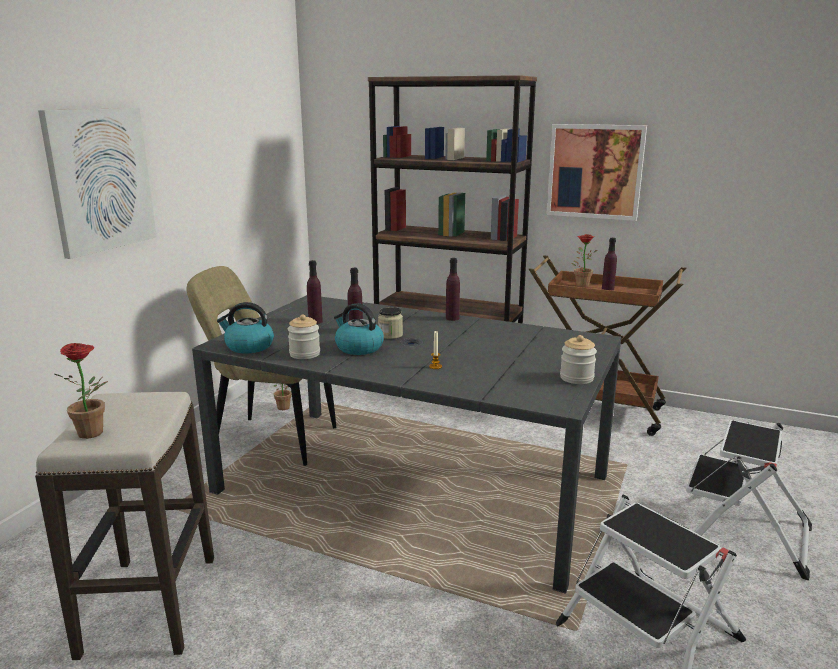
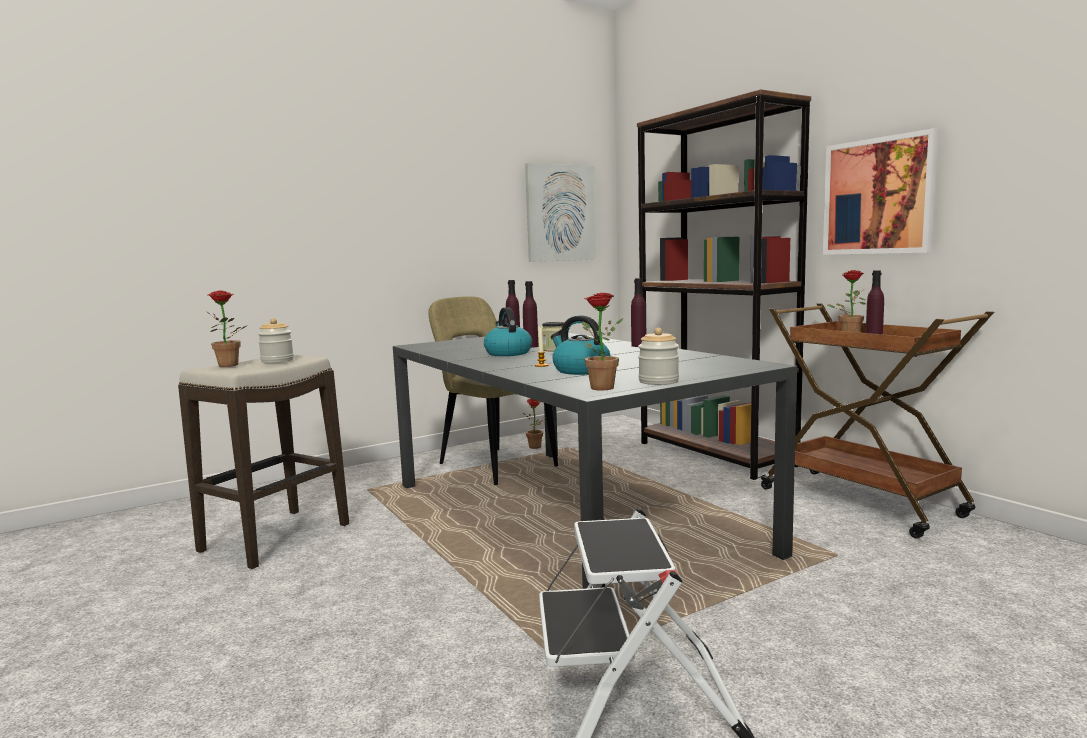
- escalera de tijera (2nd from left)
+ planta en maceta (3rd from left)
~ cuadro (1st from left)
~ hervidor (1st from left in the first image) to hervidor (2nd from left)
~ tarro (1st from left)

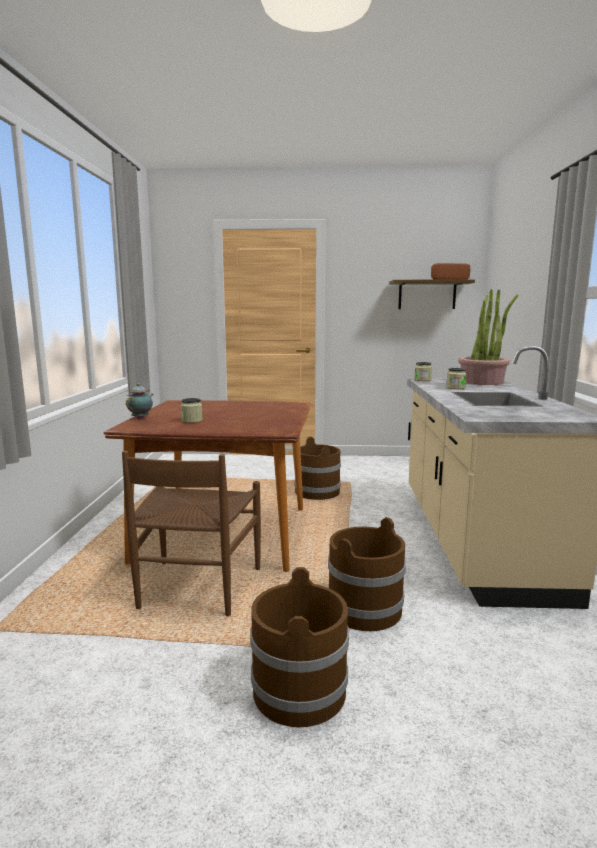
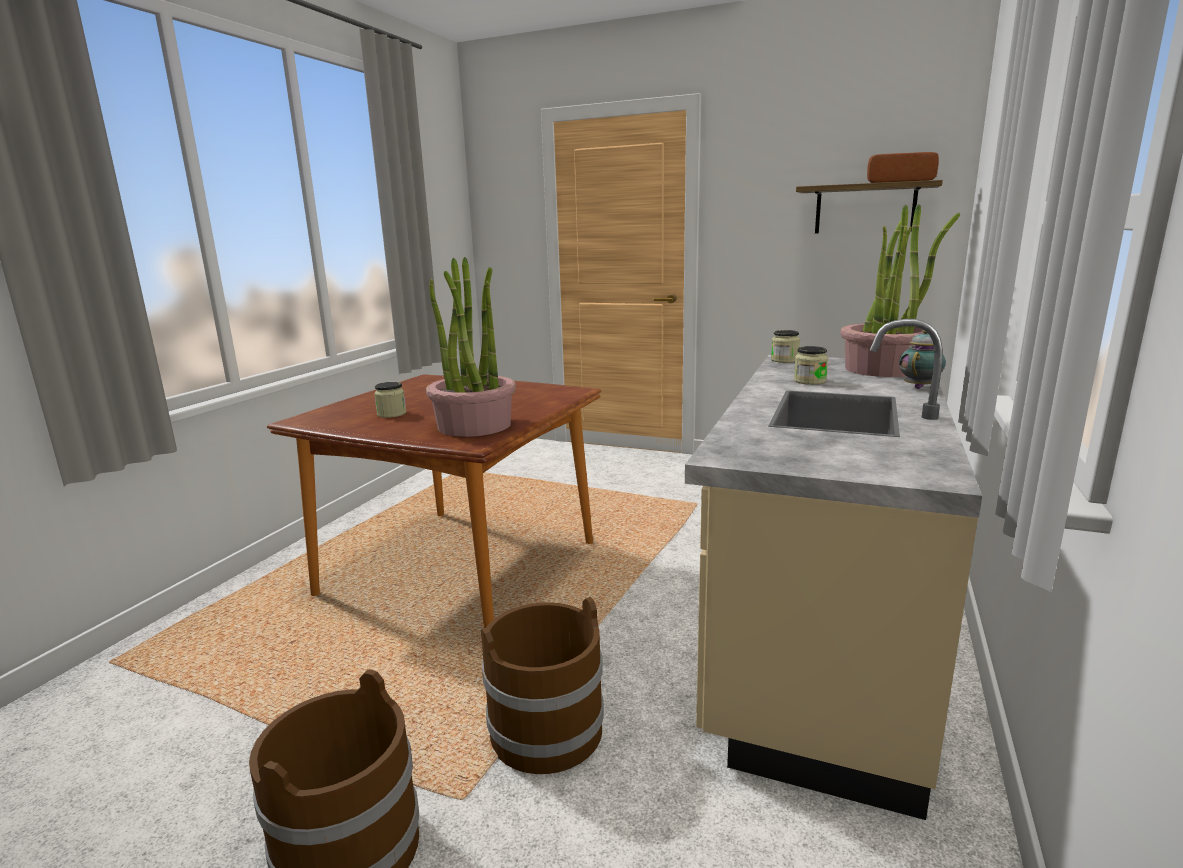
- silla (marrón)
- cubo (marrón) (2nd from left)
+ planta en maceta (1st from left)
~ tetera

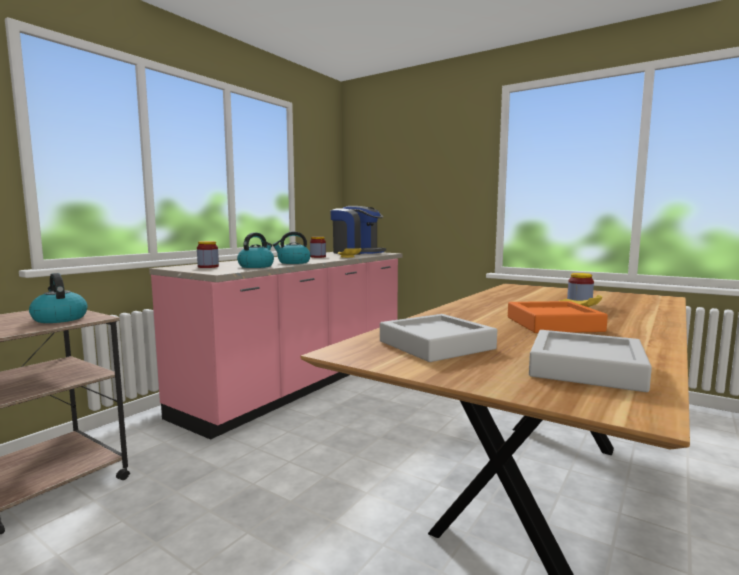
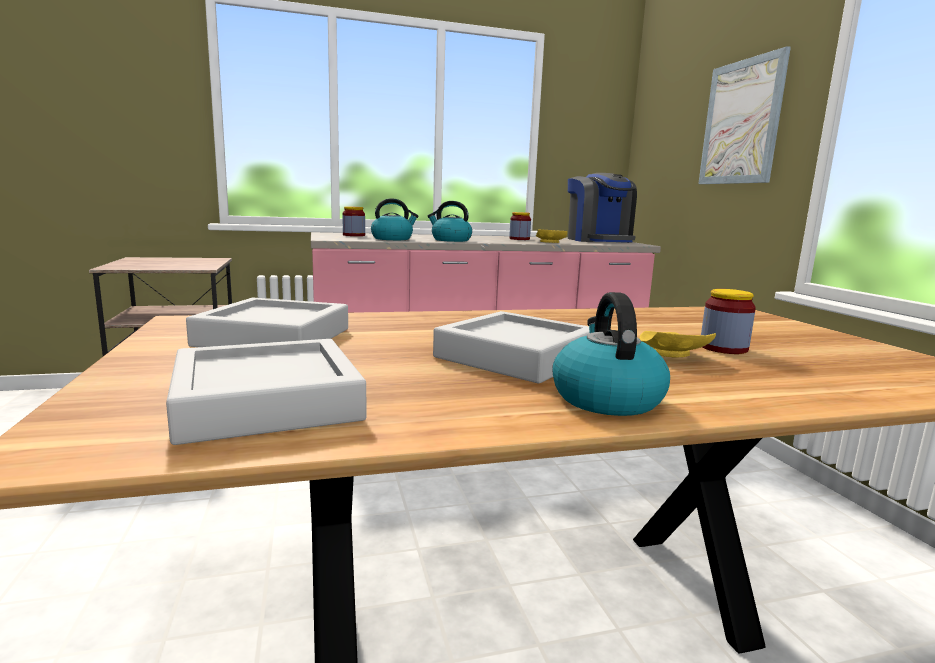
+ cuadro
~ hervidor (1st from left in the first image) to hervidor (3rd from left)
~ bandeja (naranja) to bandeja (gris) (3rd from left)

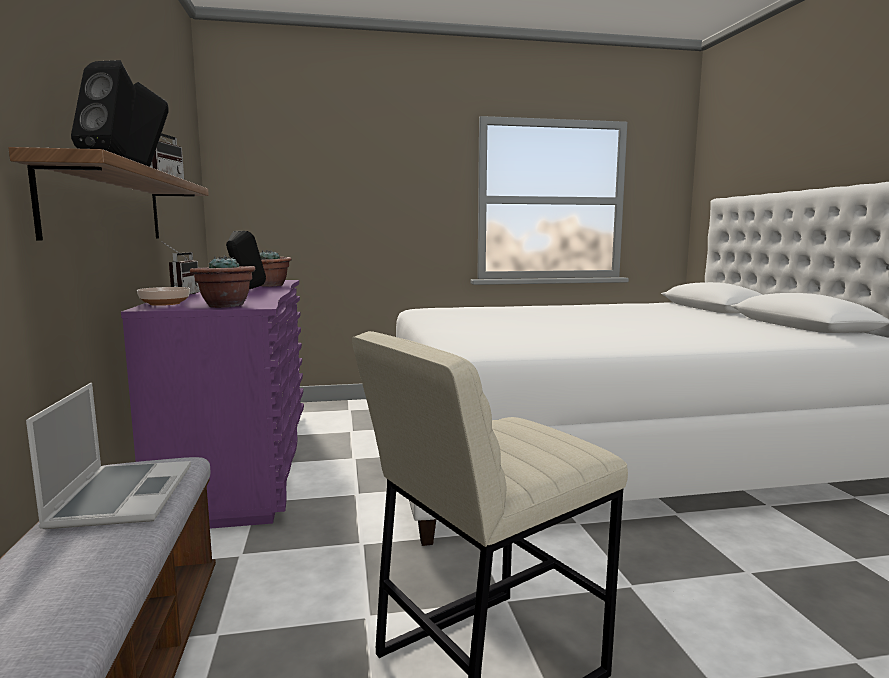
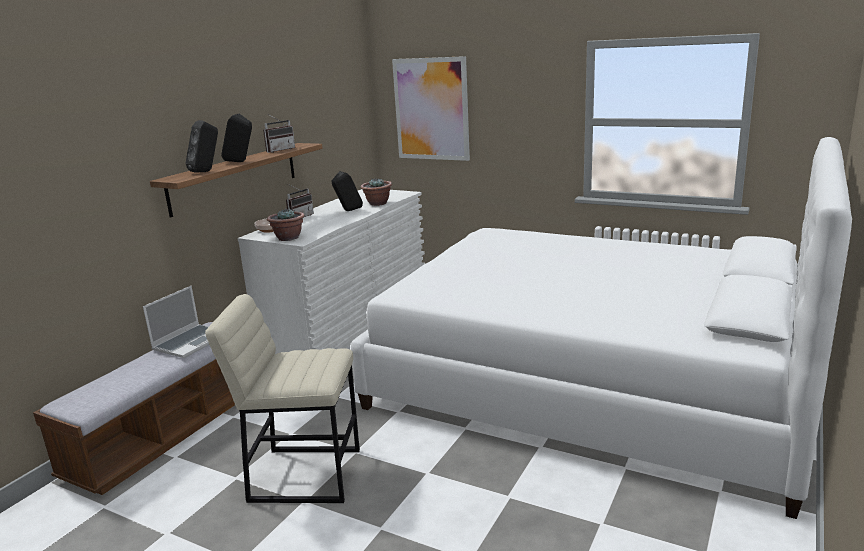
+ cuadro
~ cómoda (morado) to cómoda (blanco)

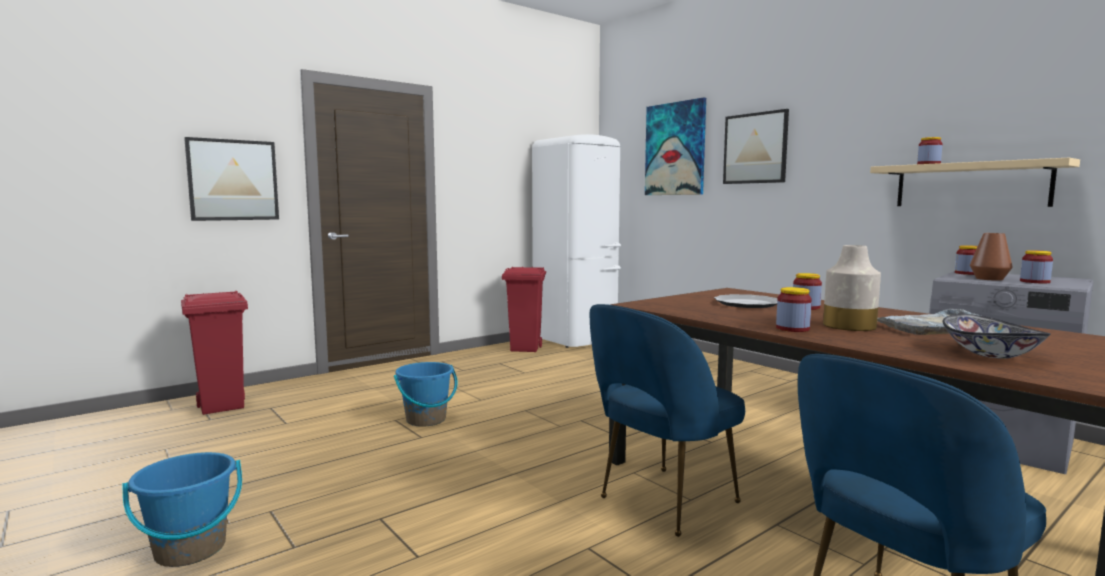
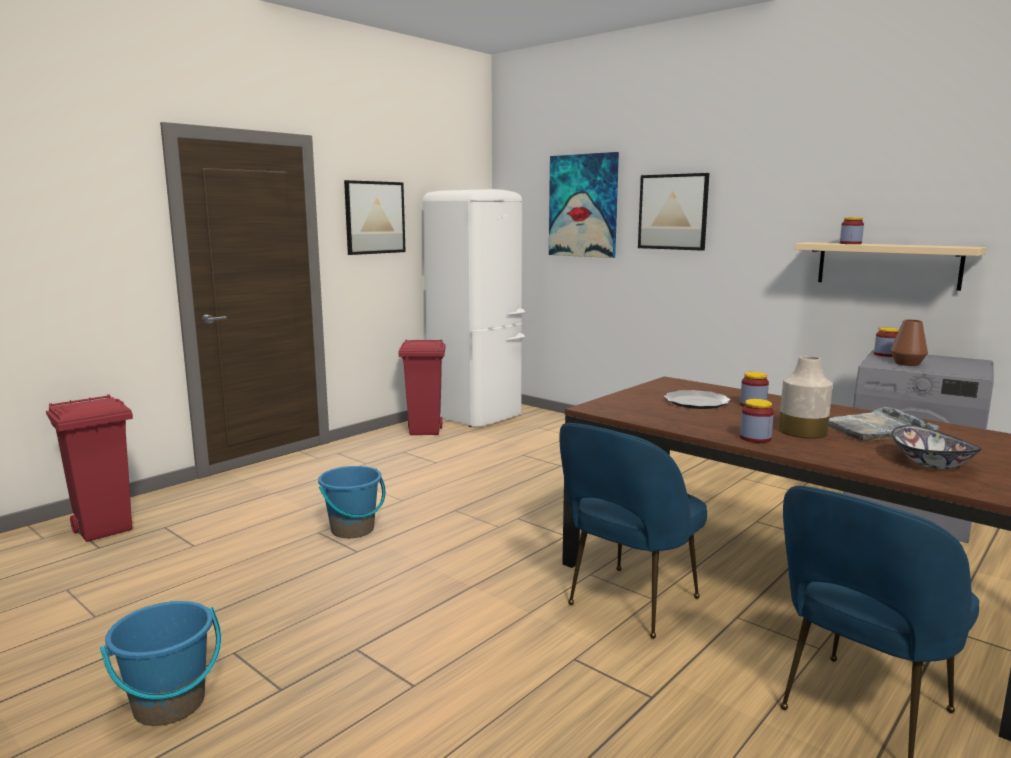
- tarro (5th from left)
~ cuadro (1st from left)

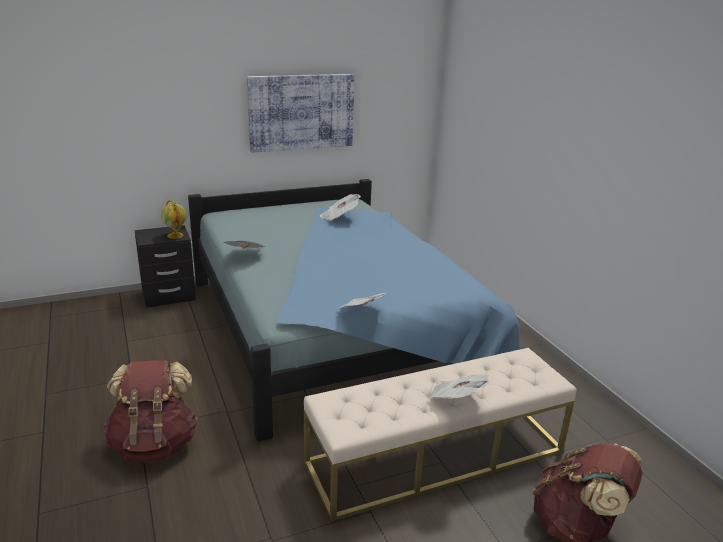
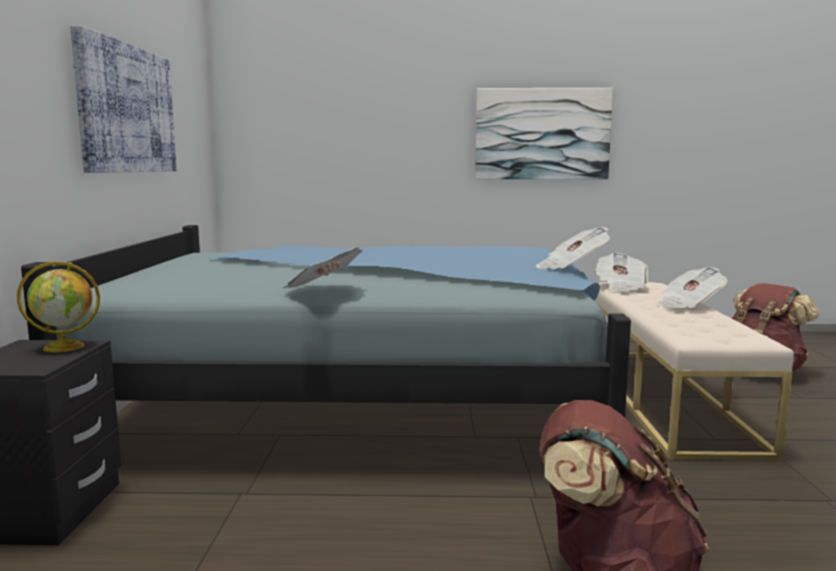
+ cuadro (2nd from left)
~ periódico (2nd from left in the first image) to periódico (3rd from left)

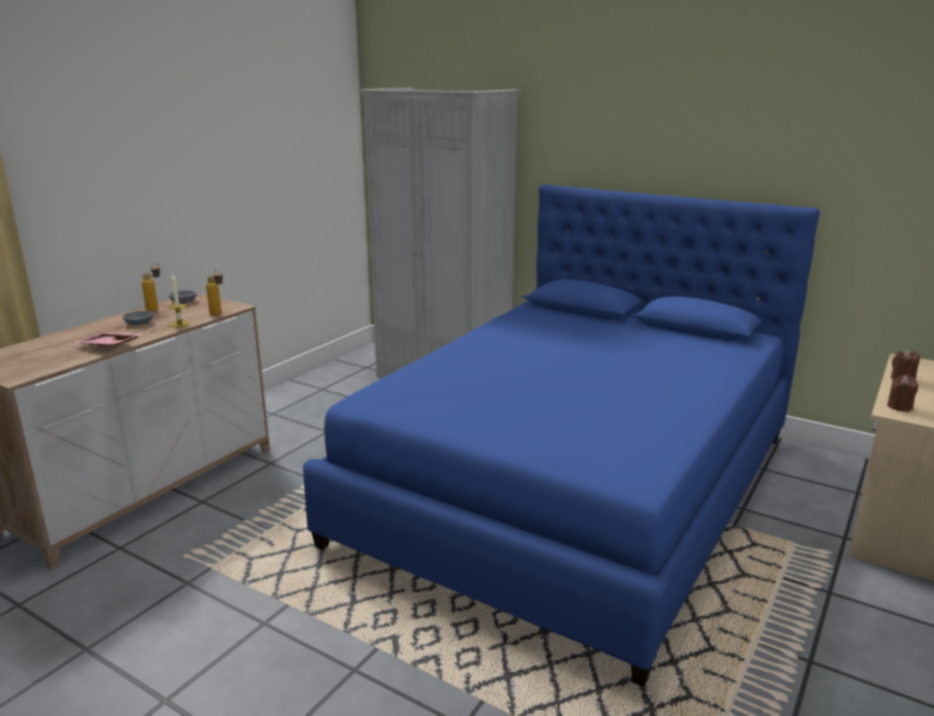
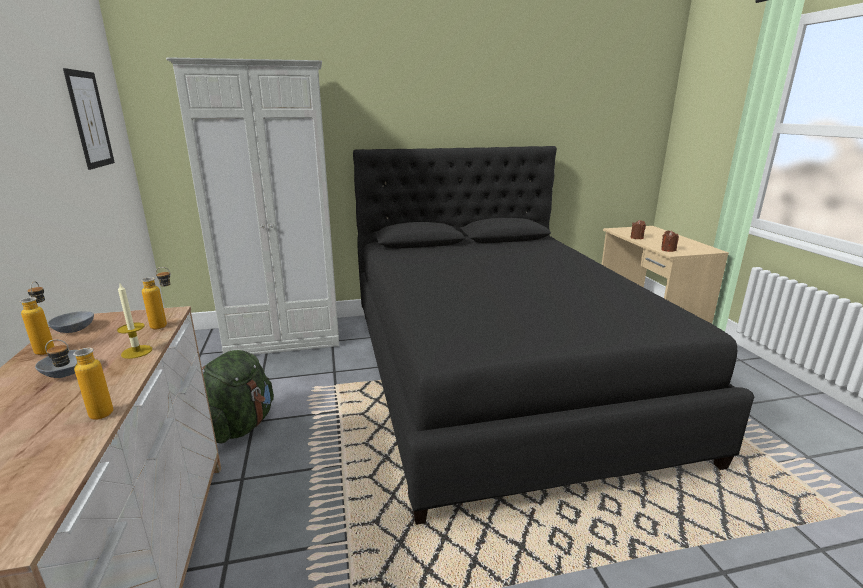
+ cuadro
+ mochila (verde)
~ bandeja (rosa) to botella (2nd from left)
~ cama (azul) to cama (negro)

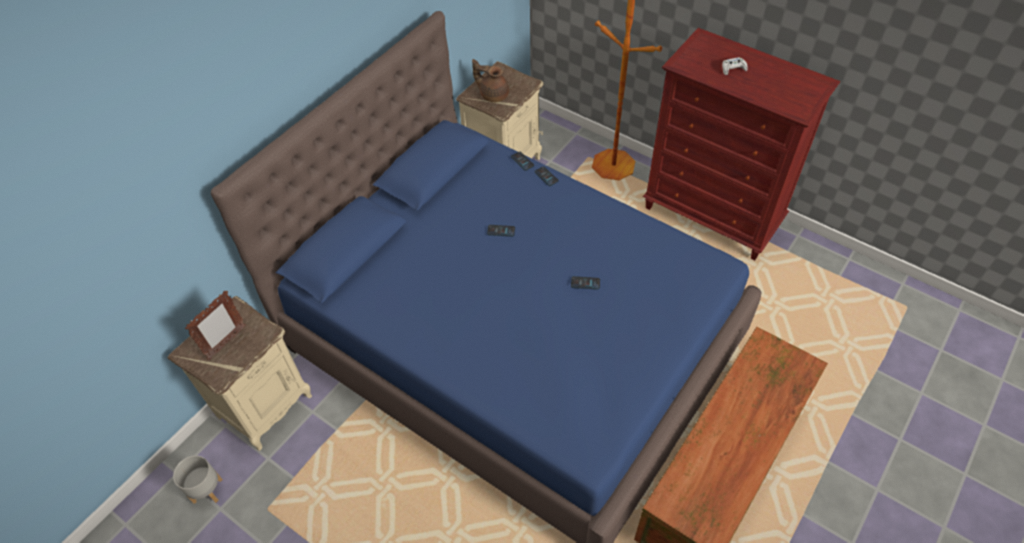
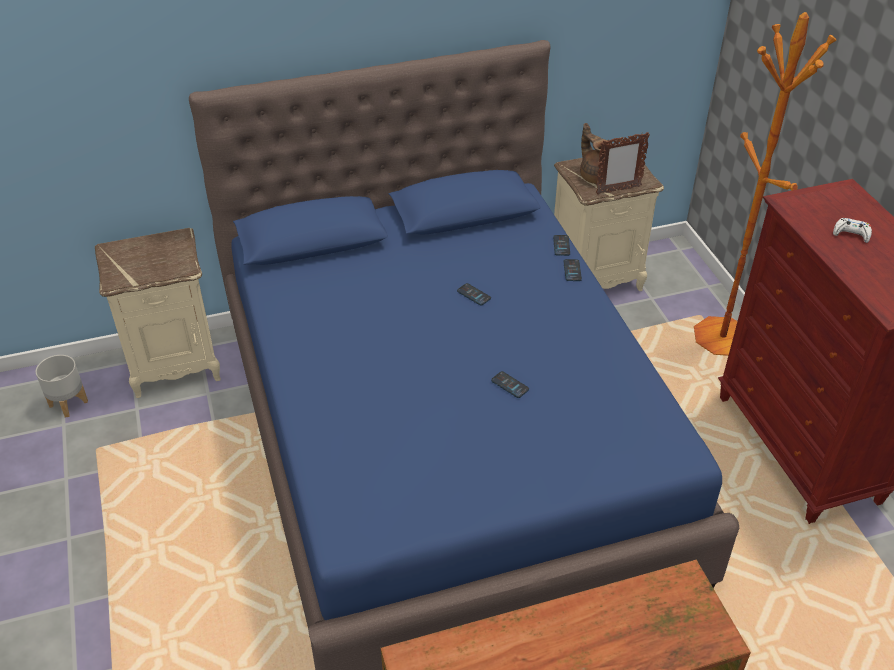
~ portarretratos

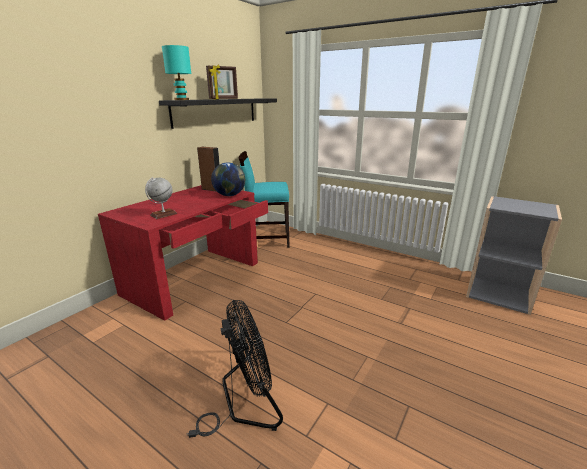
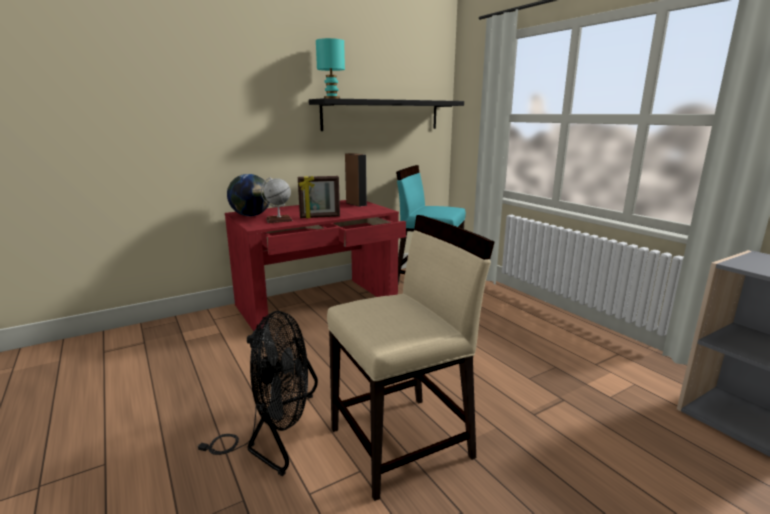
+ silla (beis)
~ portarretratos
~ globo terráqueo (2nd from left in the first image) to globo terráqueo (1st from left)

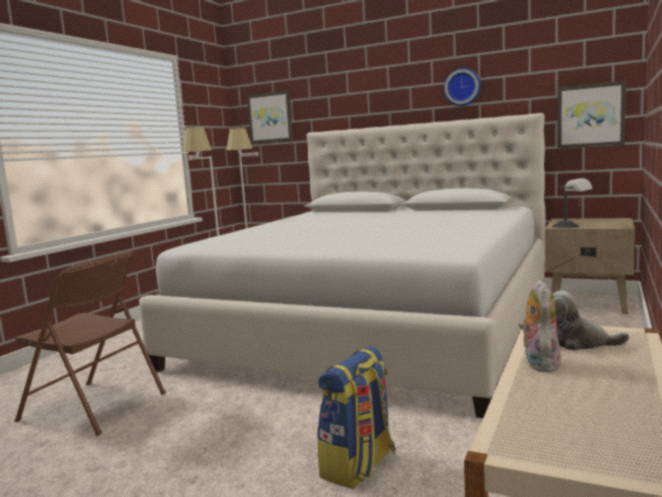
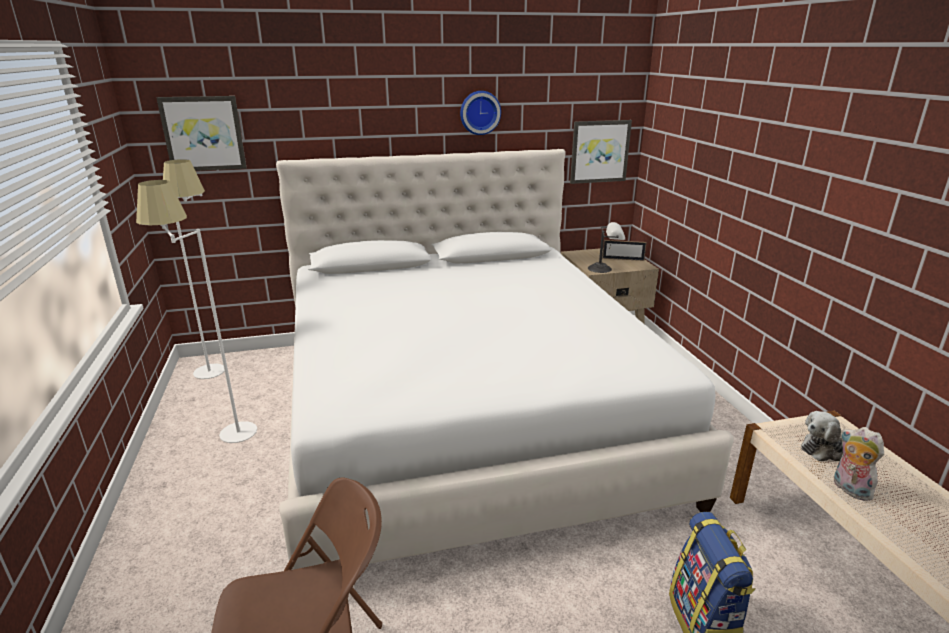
+ portarretratos

